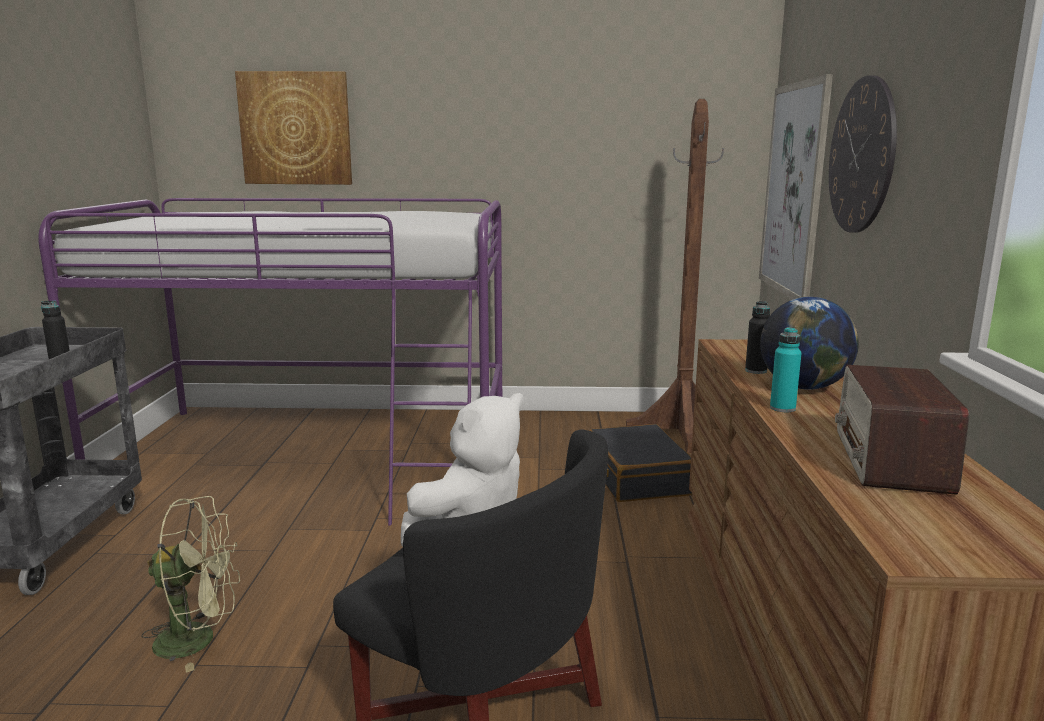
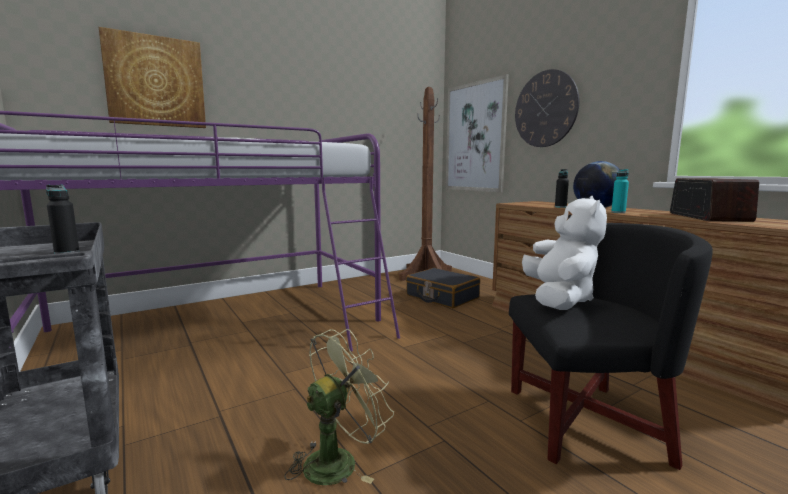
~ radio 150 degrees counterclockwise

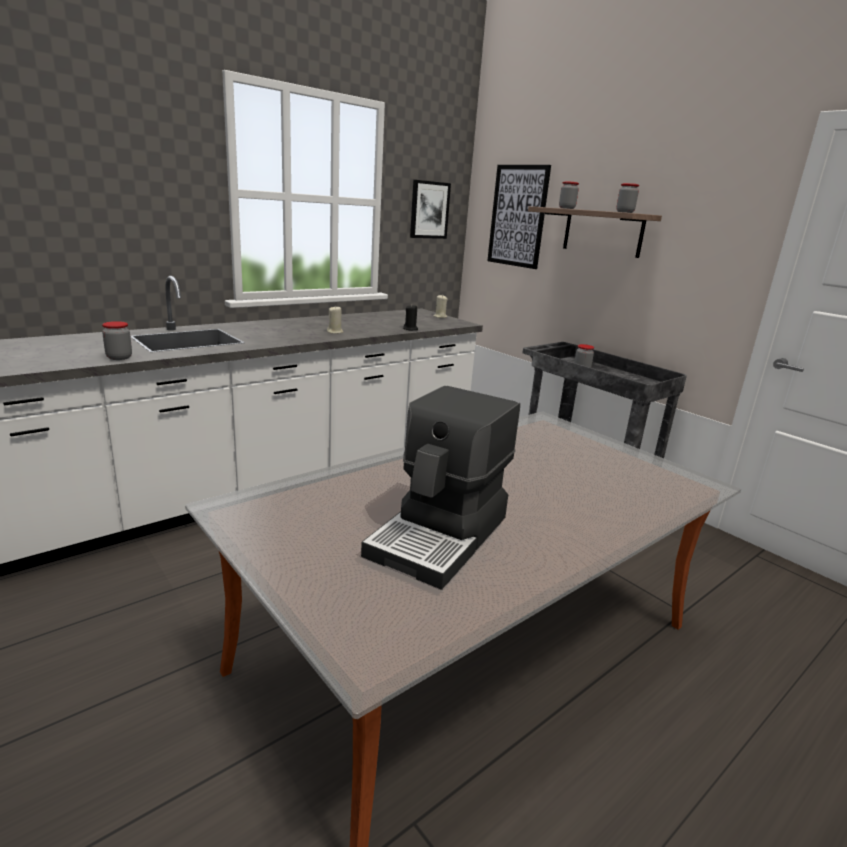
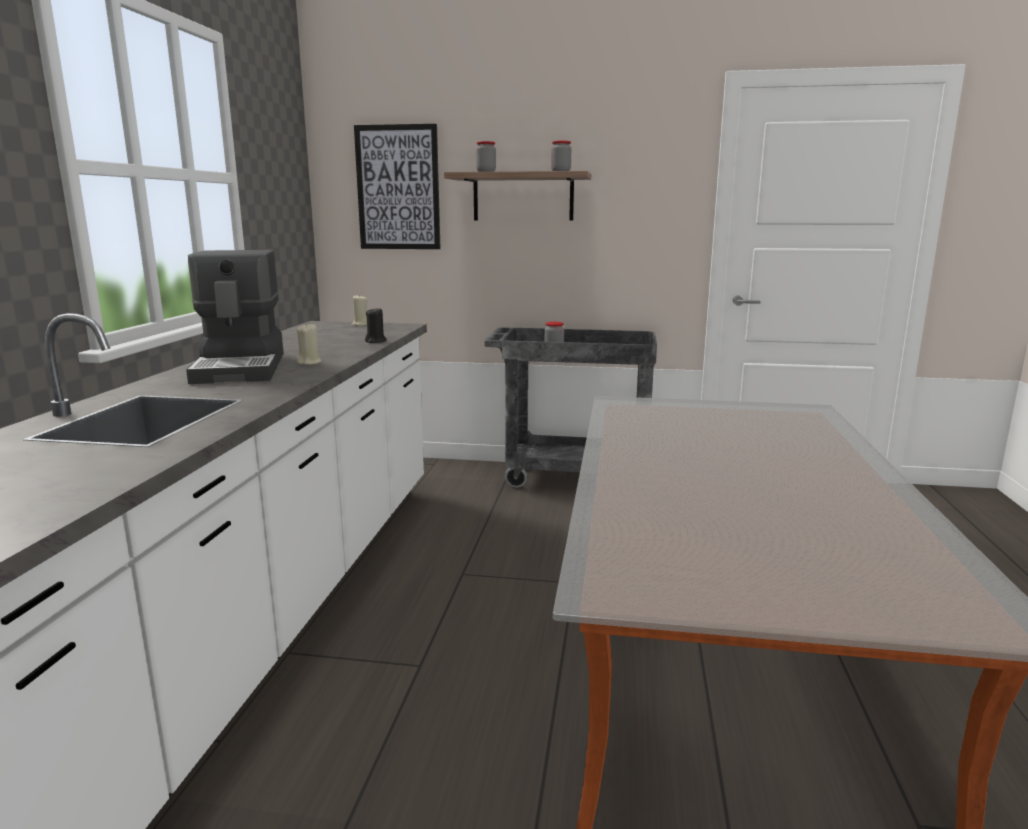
- tarro (1st from left)
- cuadro (1st from left)
~ cafetera

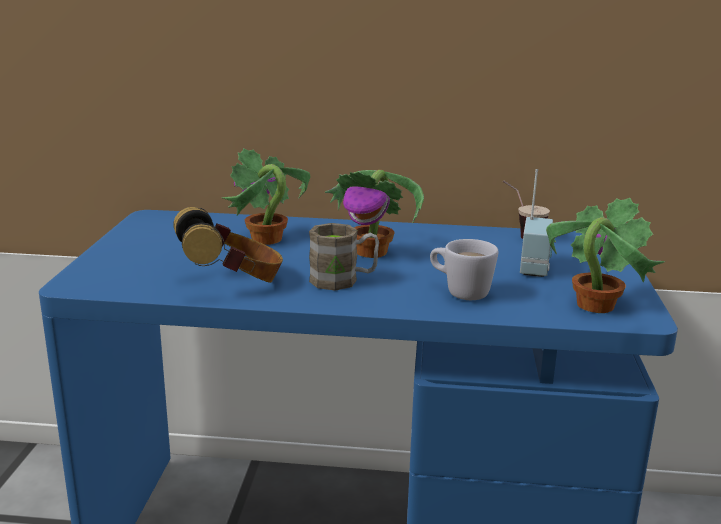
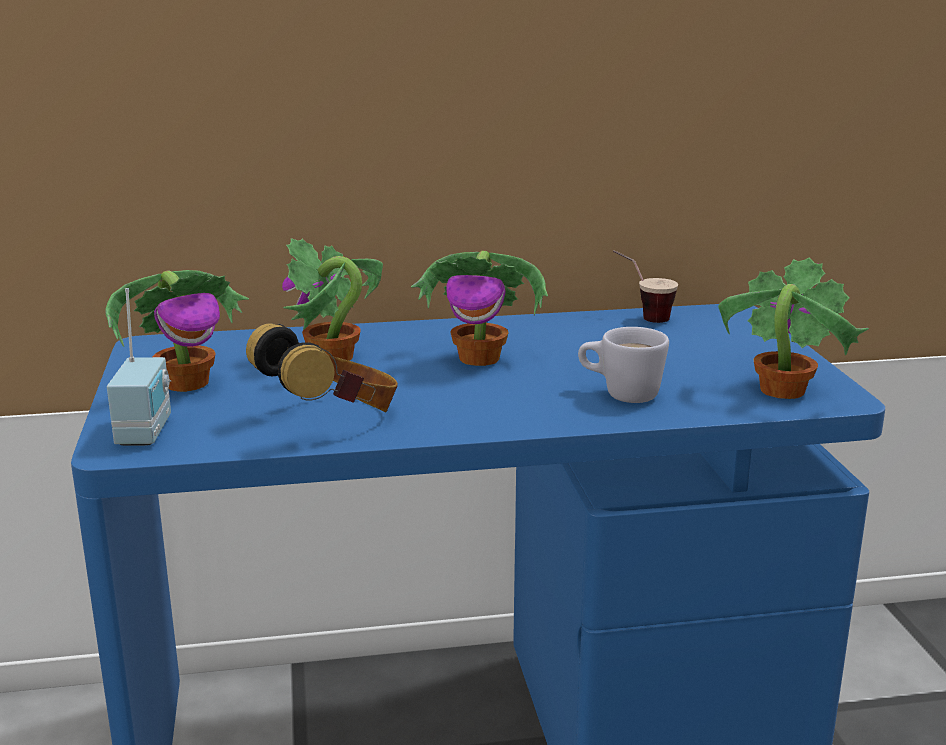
- taza grande (marrón)
+ planta en maceta (1st from left)
~ radio

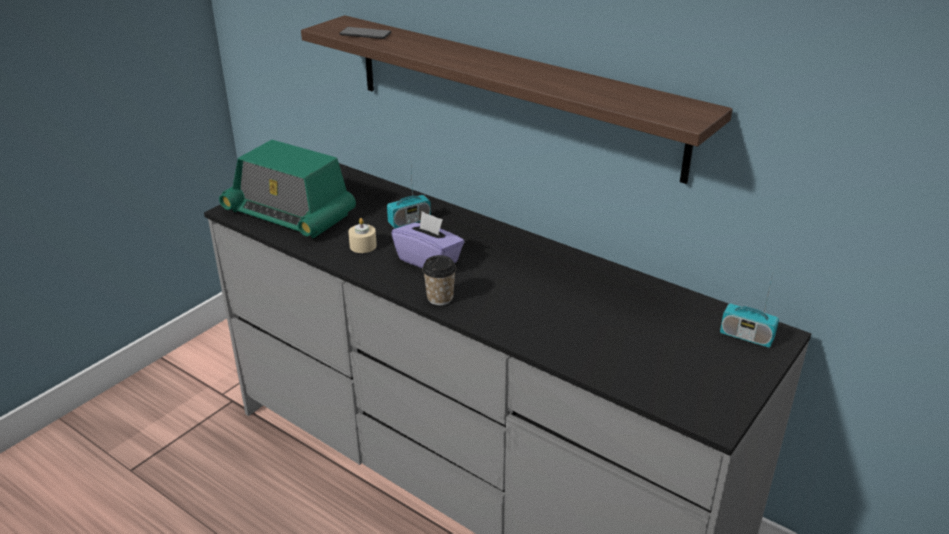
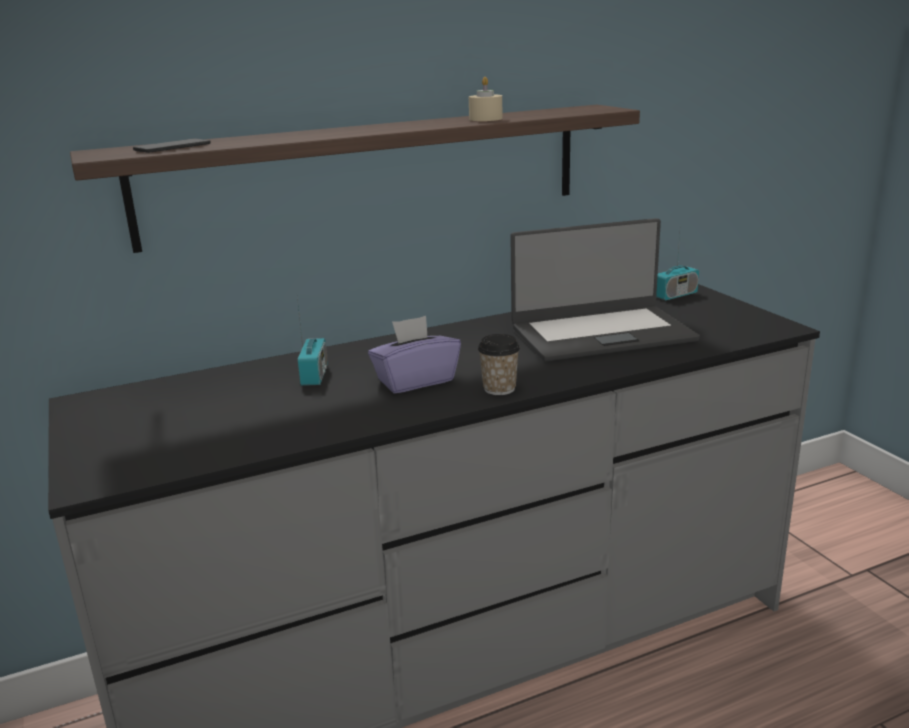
- radio (1st from left)
+ portátil
~ vela (beis)

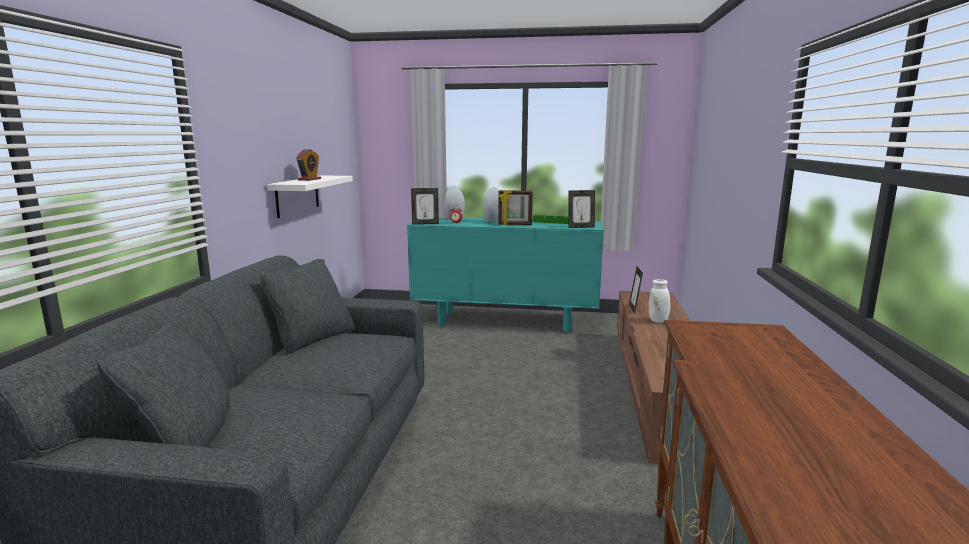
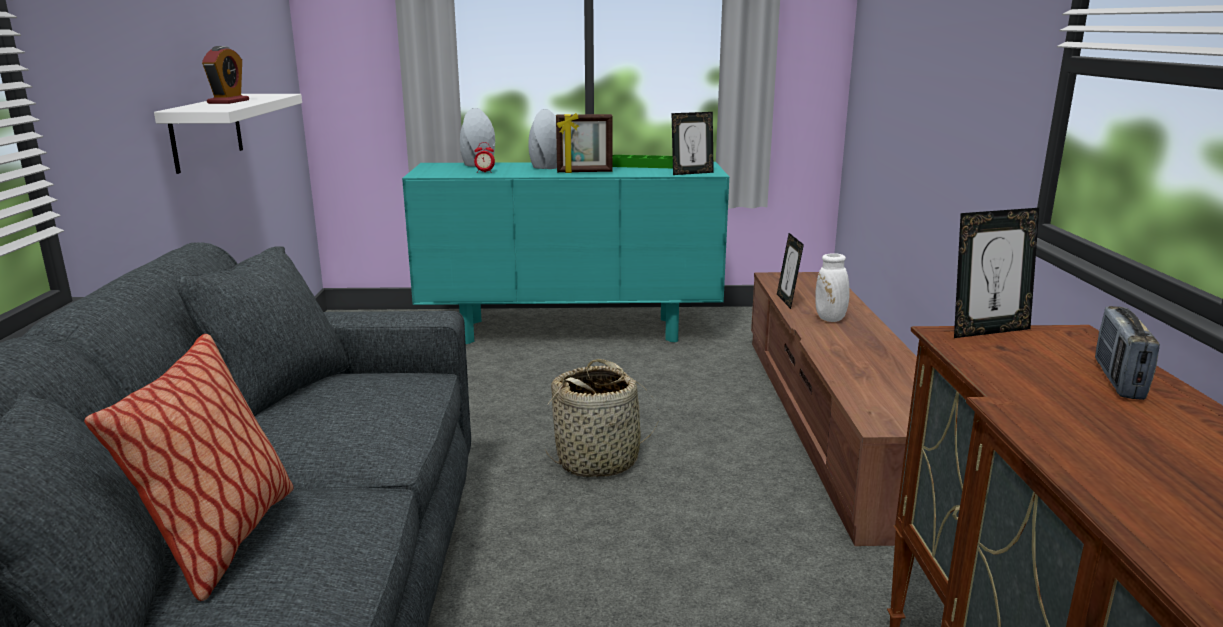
+ cojín
+ cesta
+ radio
~ portarretratos (1st from left in the first image) to portarretratos (4th from left)

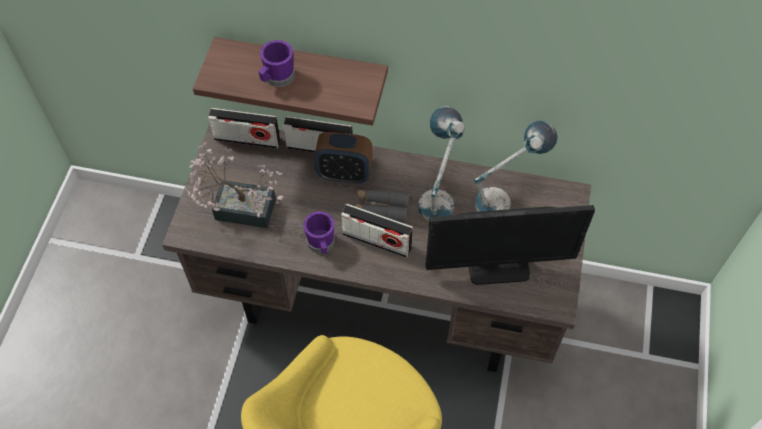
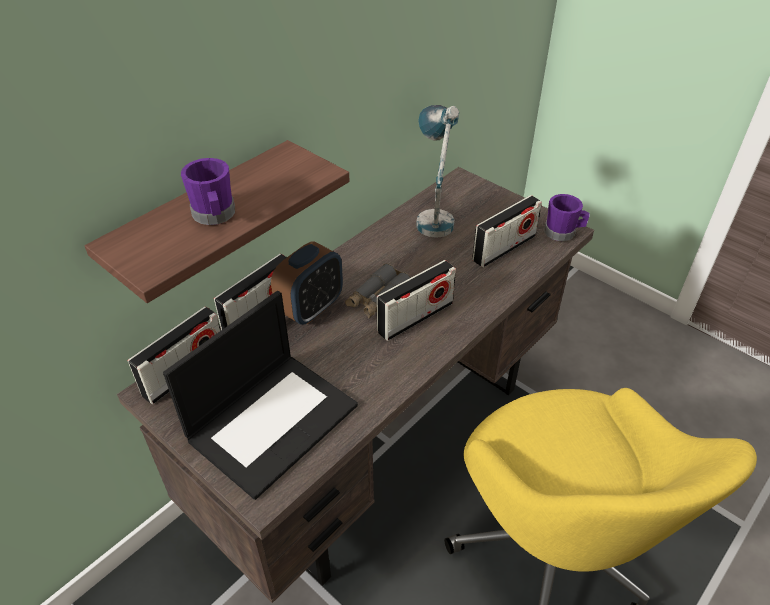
- lámpara de mesa (1st from left)
~ taza grande (morado) (2nd from left)
~ planta en maceta to portátil
~ monitor to radio (4th from left)

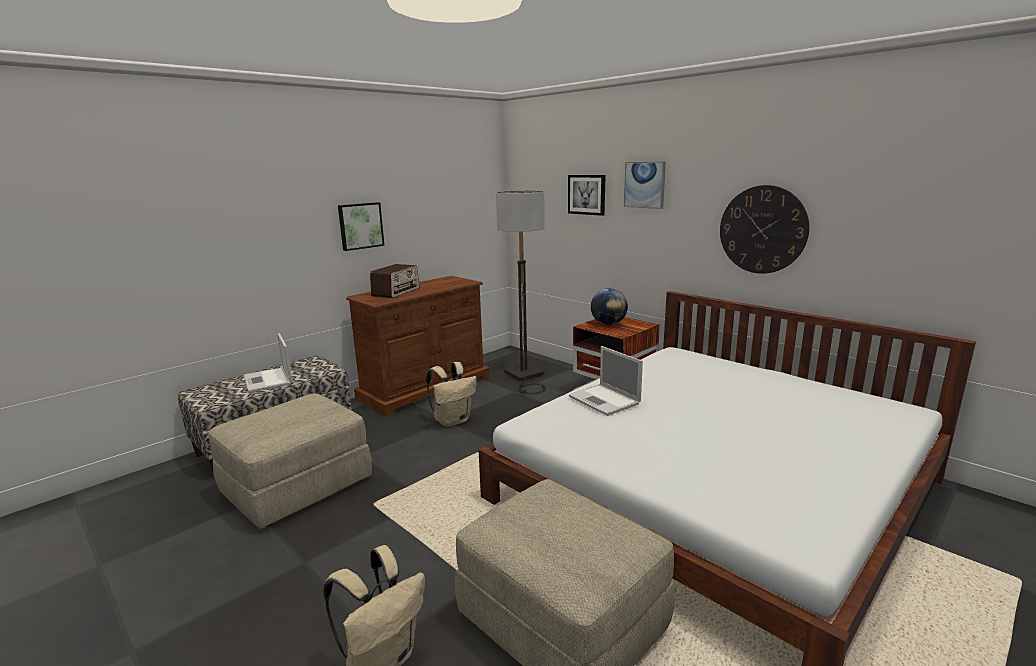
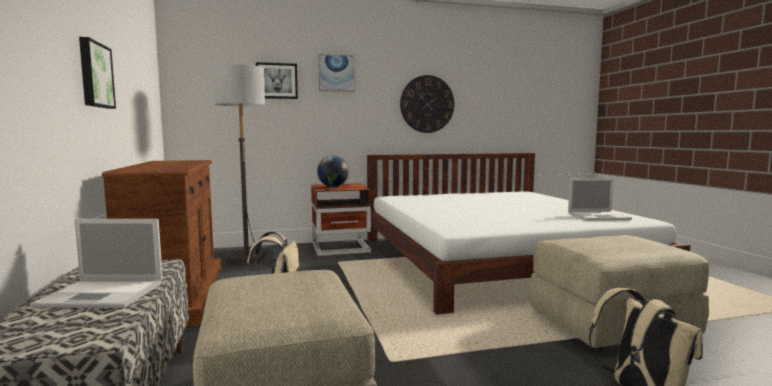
- radio
~ portátil (2nd from left)

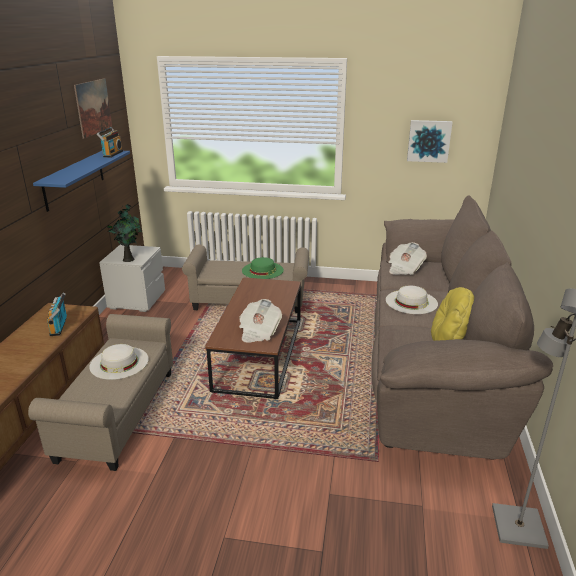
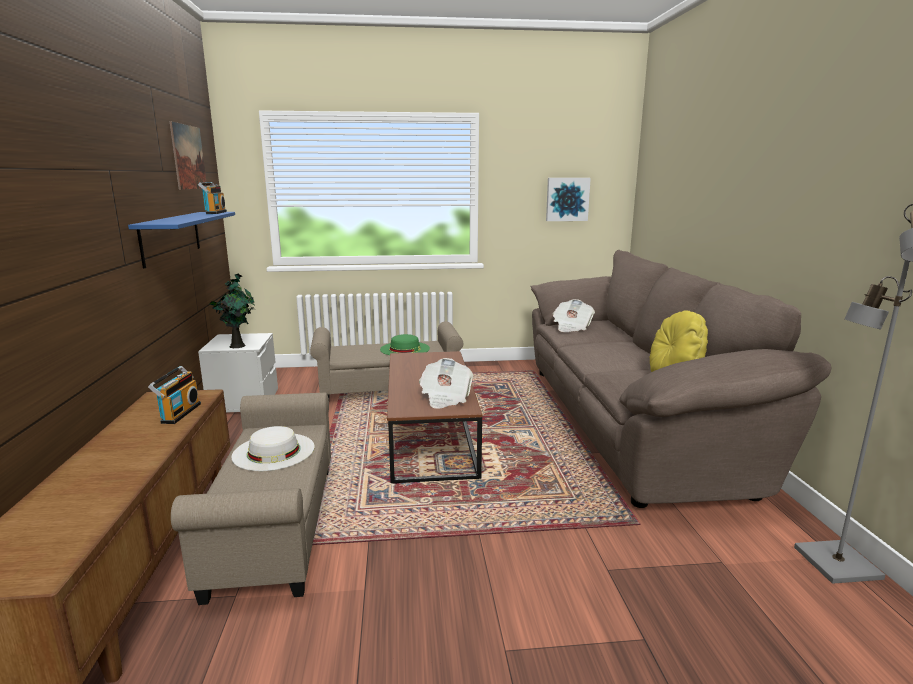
- sombrero (blanco) (2nd from left)
~ radio (1st from left) 150 degrees counterclockwise

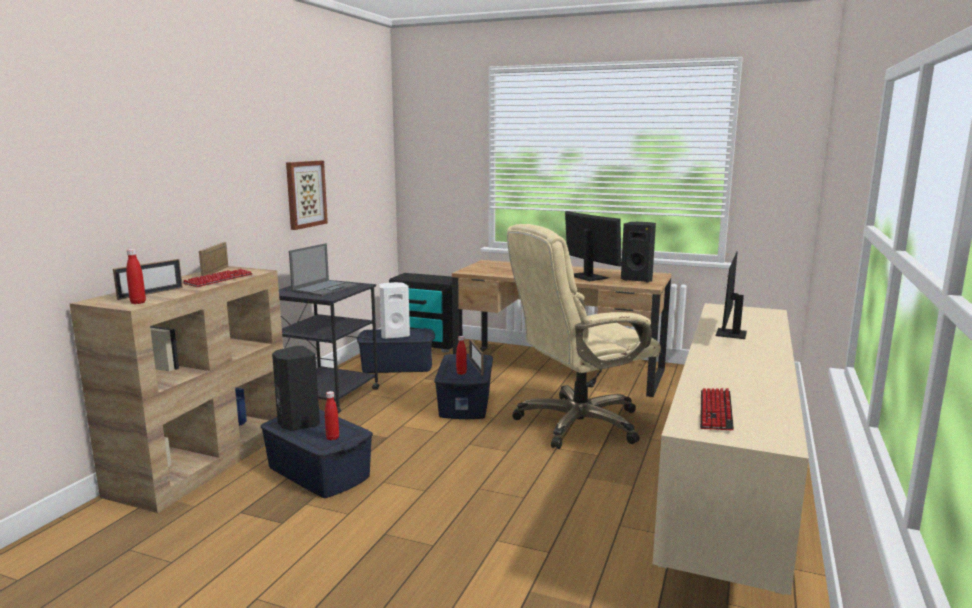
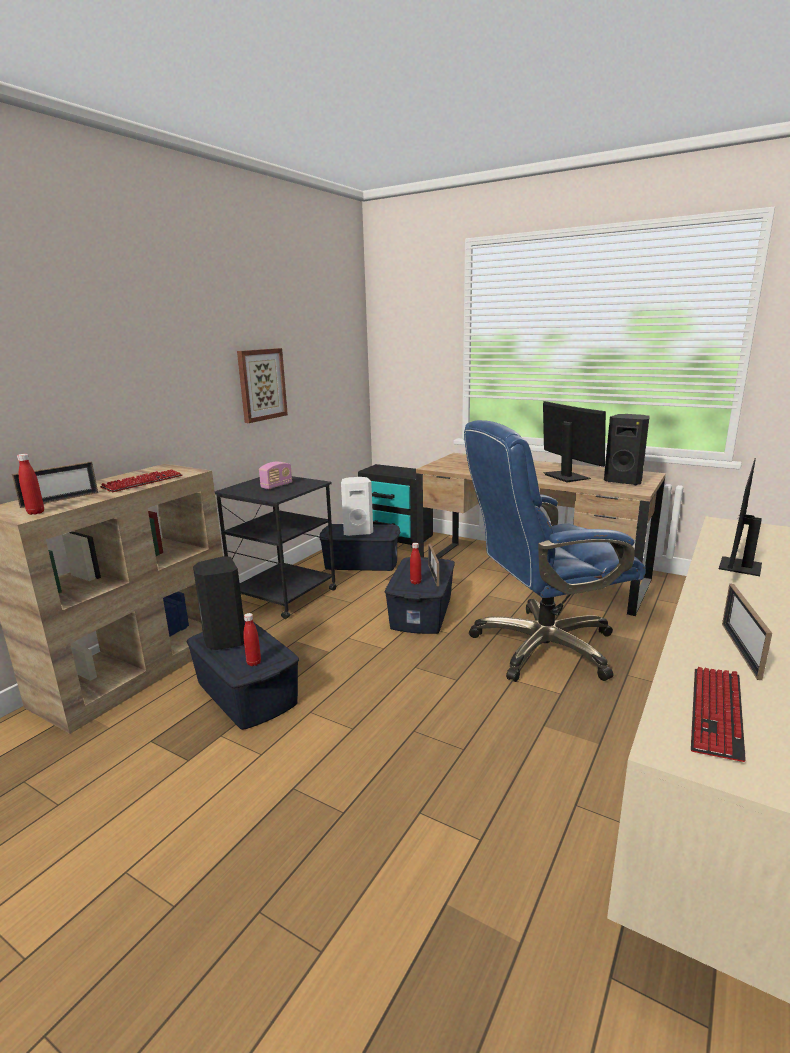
~ portarretratos (2nd from left in the first image) to portarretratos (3rd from left)
~ portátil to radio
~ silla de oficina (beis) to silla de oficina (azul)

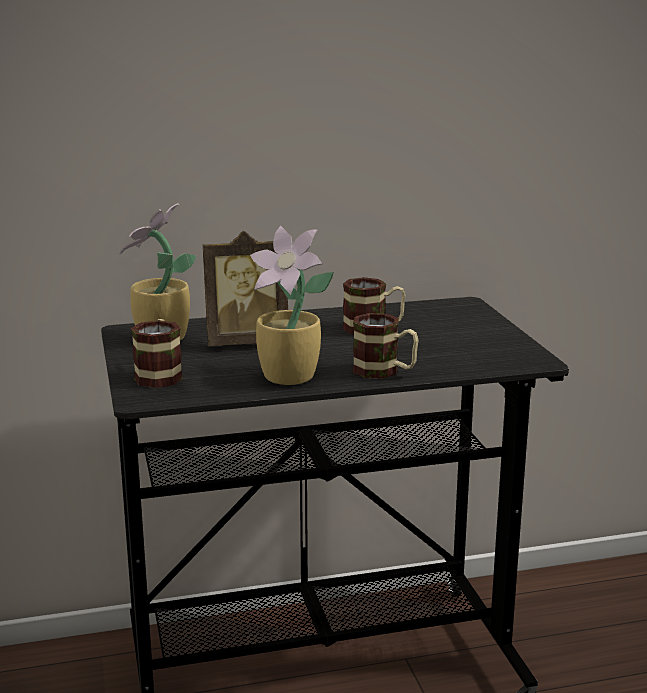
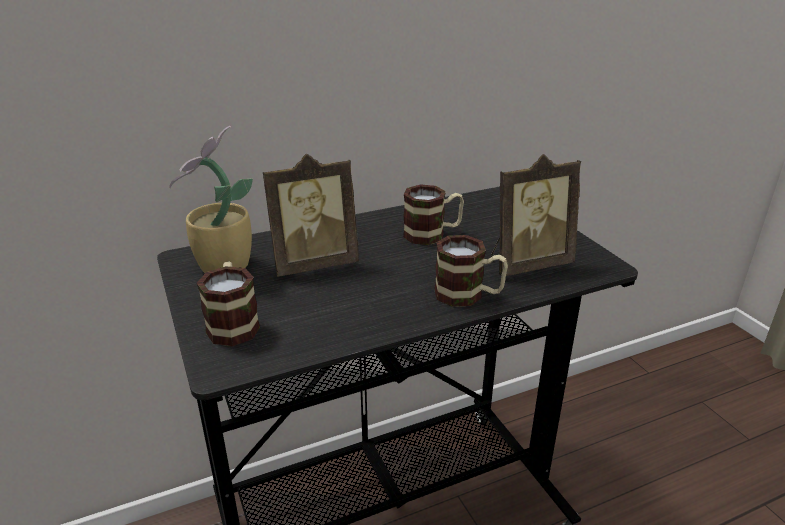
- planta en maceta (2nd from left)
+ portarretratos (2nd from left)

